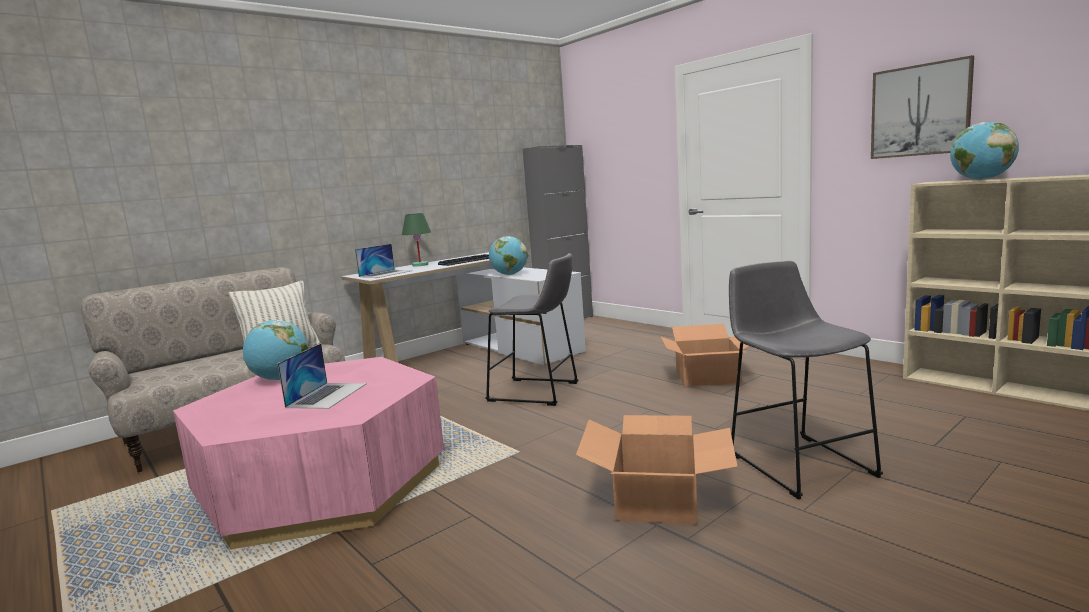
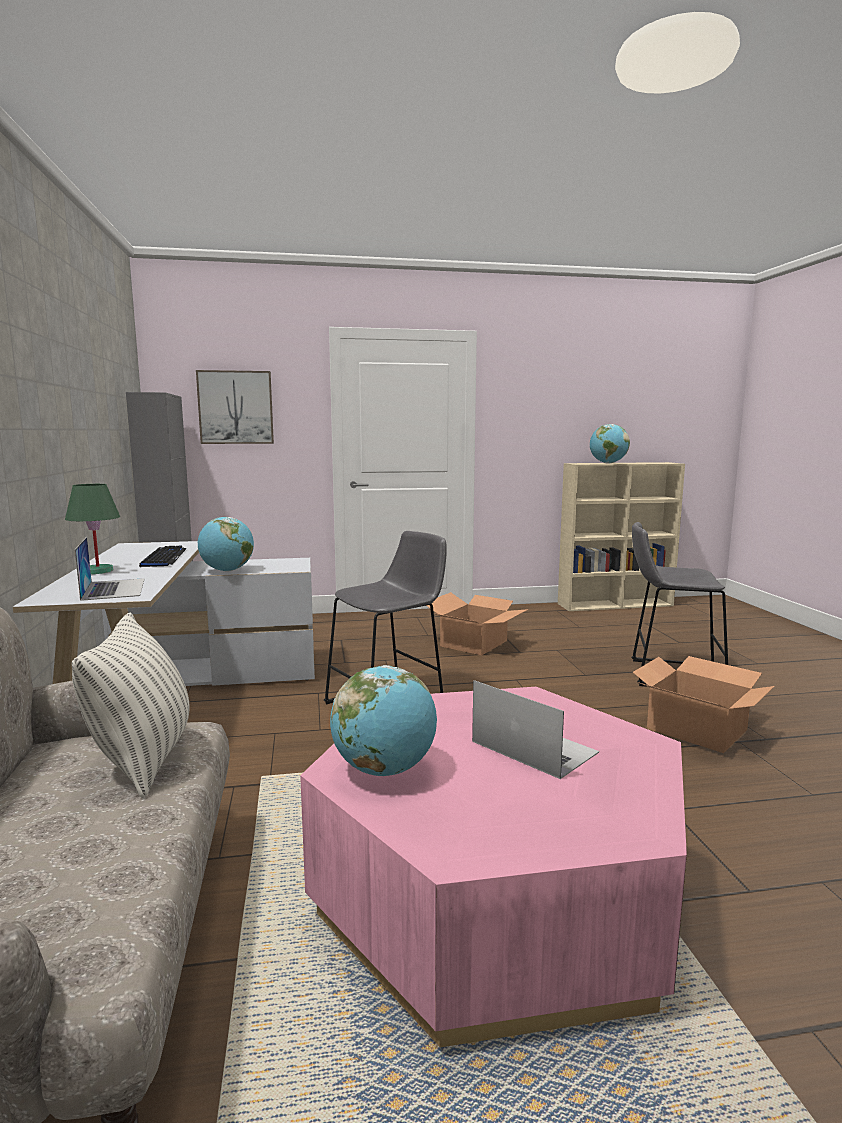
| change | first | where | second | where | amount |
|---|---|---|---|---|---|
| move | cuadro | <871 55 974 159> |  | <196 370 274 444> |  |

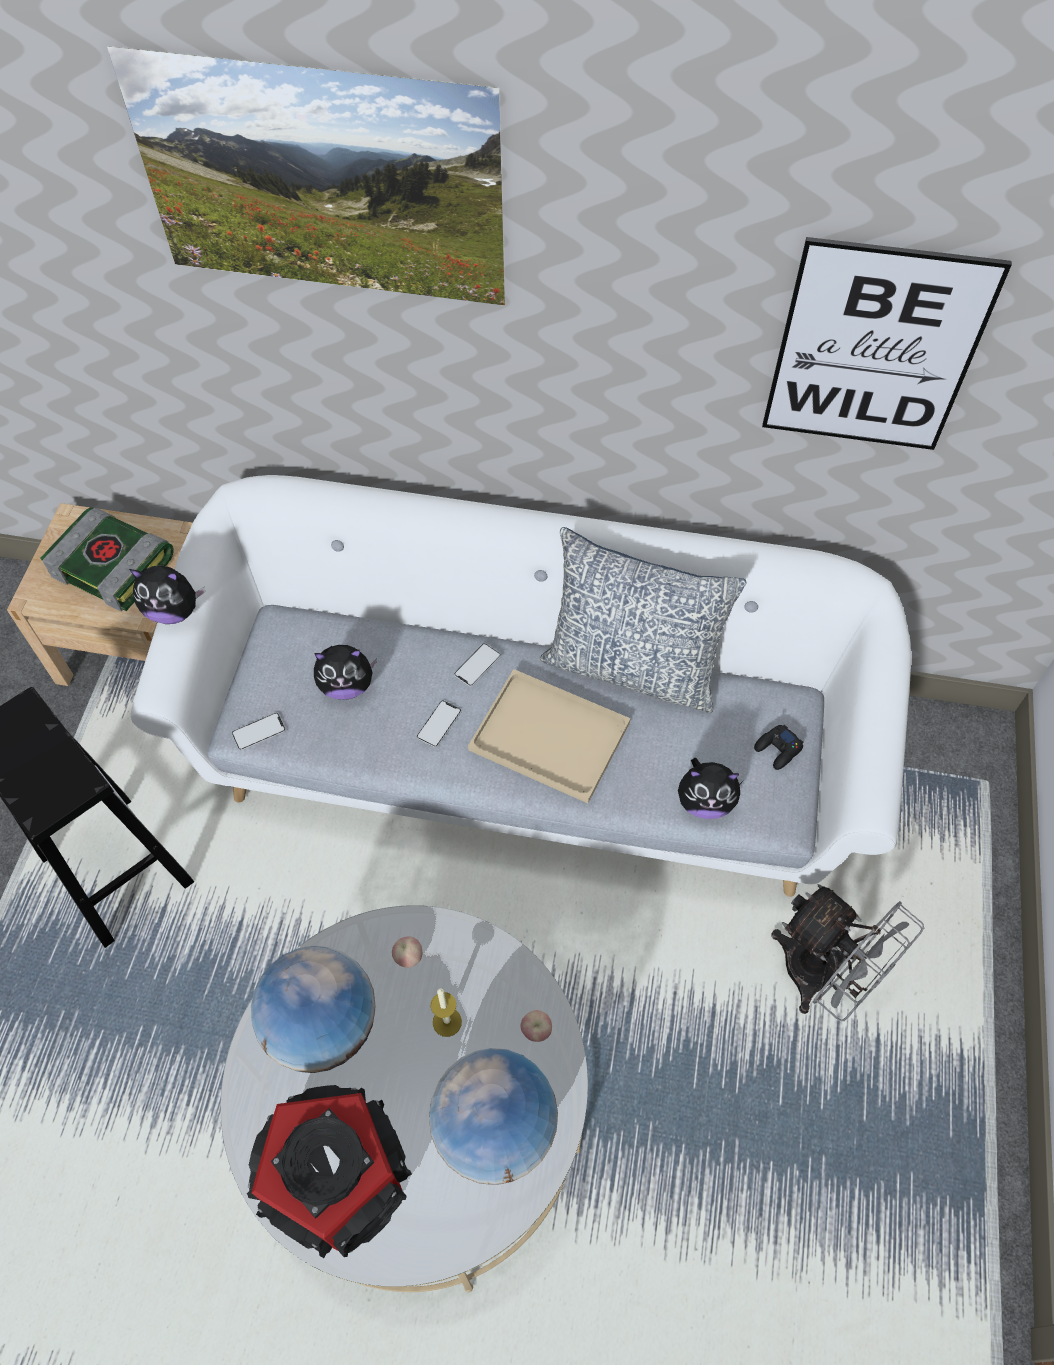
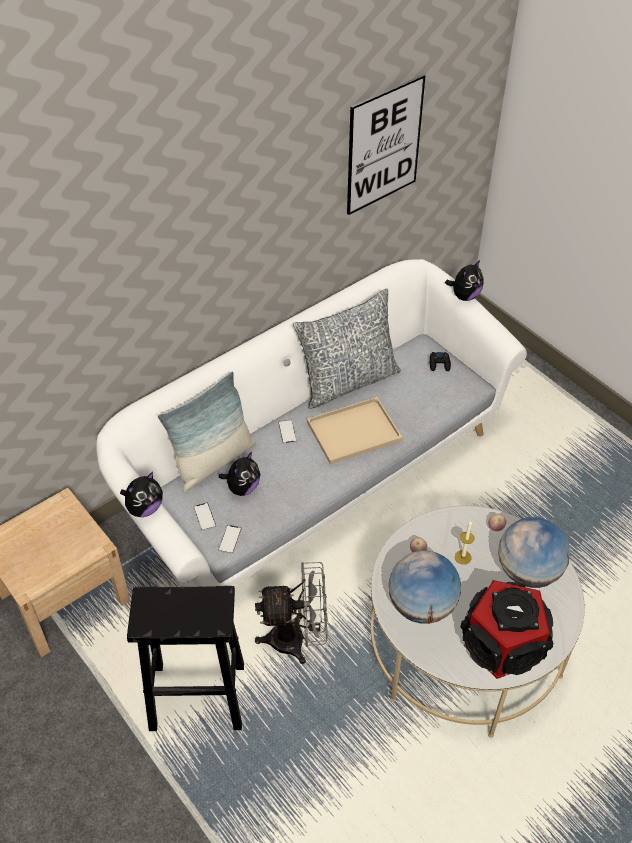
| change | first | where | second | where | amount |
|---|---|---|---|---|---|
| delete | libro | <40 507 174 612> |  |  |  |
| delete | cuadro | <107 46 505 306> |  |  |  |
| insert |  |  | cojín | <157 371 256 492> |  |
| move | móvil | <416 700 462 748> |  | <193 502 217 531> |  |
| move | peluche | <678 758 744 819> |  | <445 260 484 301> |  |
| move | ventilador (gris) | <771 884 924 1021> |  | <255 562 328 664> |  |

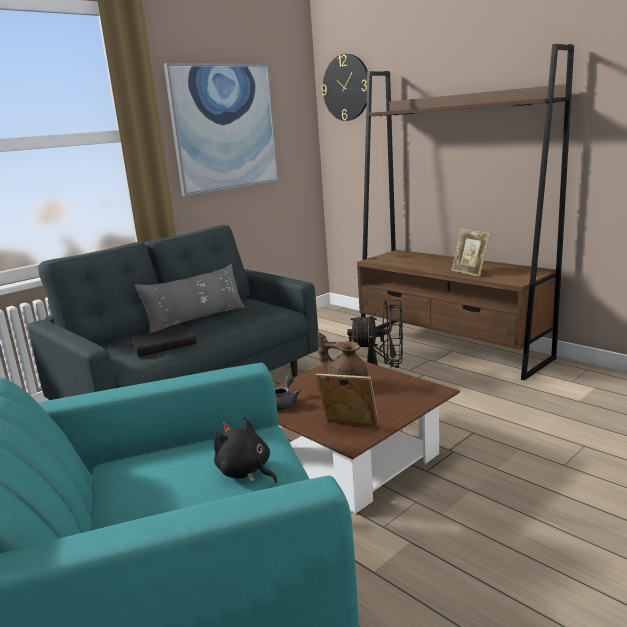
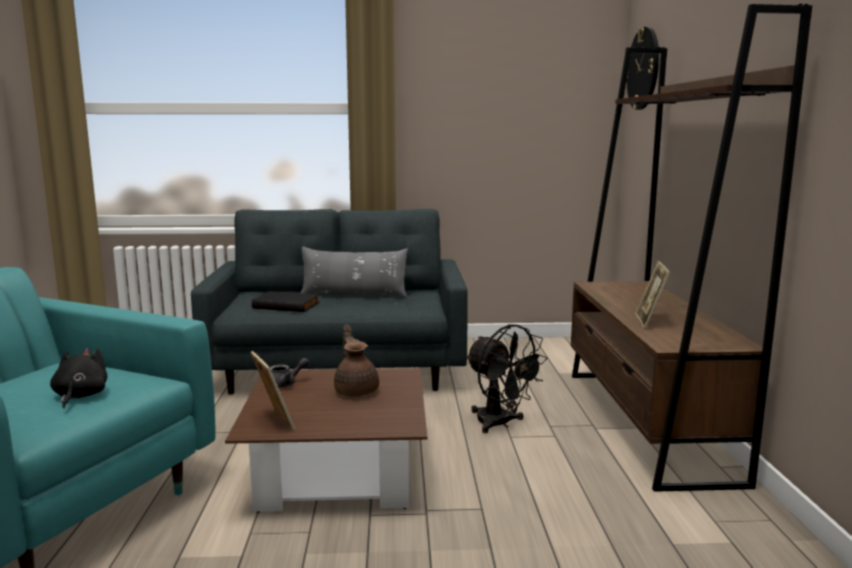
| change | first | where | second | where | amount |
|---|---|---|---|---|---|
| delete | cuadro | <164 63 279 196> |  |  |  |

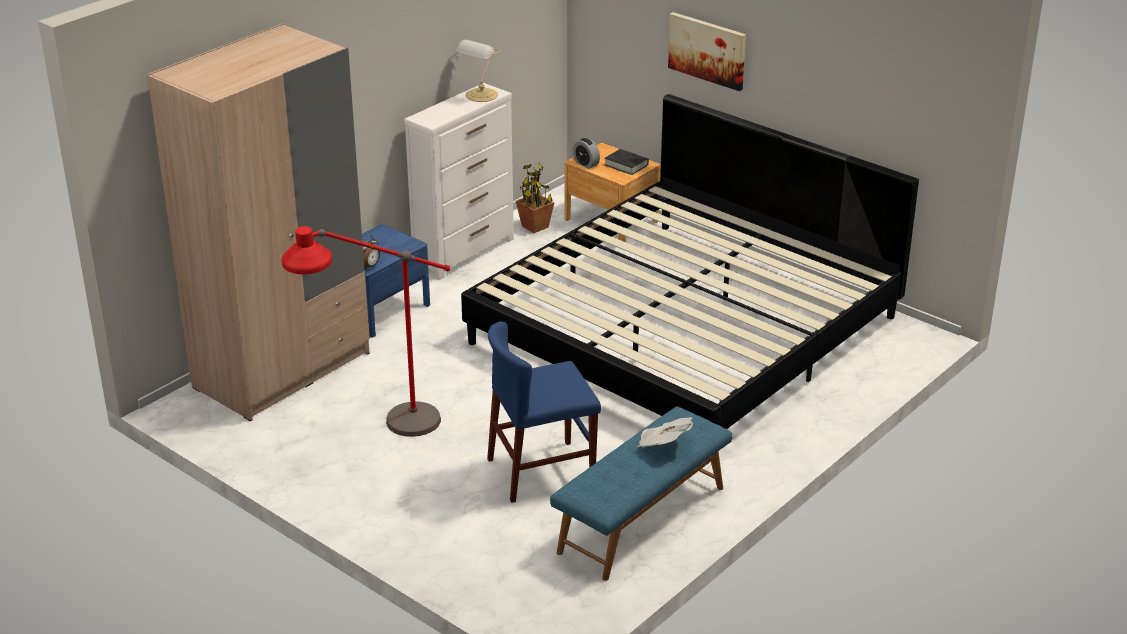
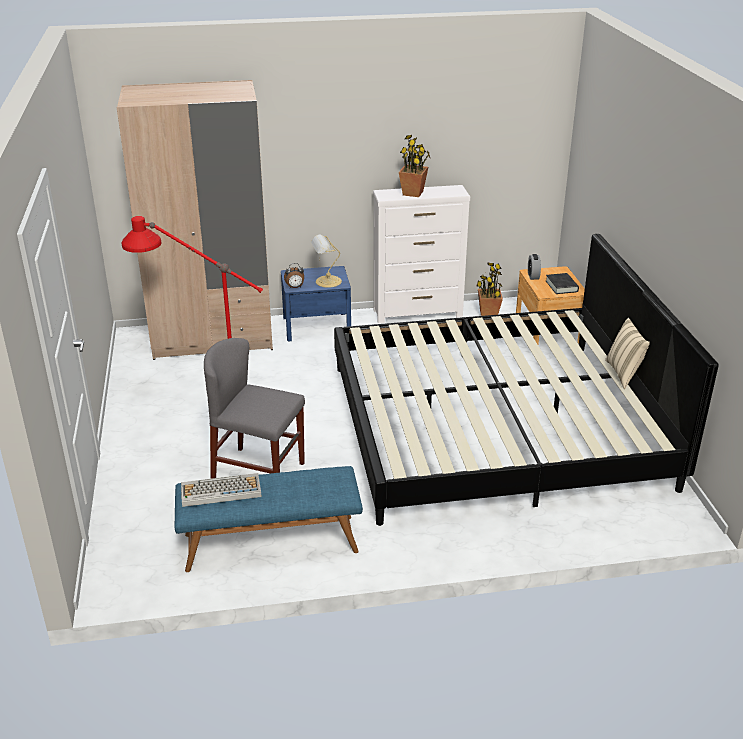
| change | first | where | second | where | amount |
|---|---|---|---|---|---|
| delete | periódico | <637 417 693 447> |  |  |  |
| delete | cuadro | <668 12 746 91> |  |  |  |
| insert |  |  | teclado | <181 473 262 507> |  |
| insert |  |  | planta en maceta | <399 135 430 197> |  |
| insert |  |  | cojín (beis) | <605 318 650 389> |  |
| move | lámpara de mesa | <456 40 501 102> |  | <311 235 342 288> |  |
| recolor | silla (azul) | <487 321 601 503> | silla (gris) | <204 338 305 479> |  |

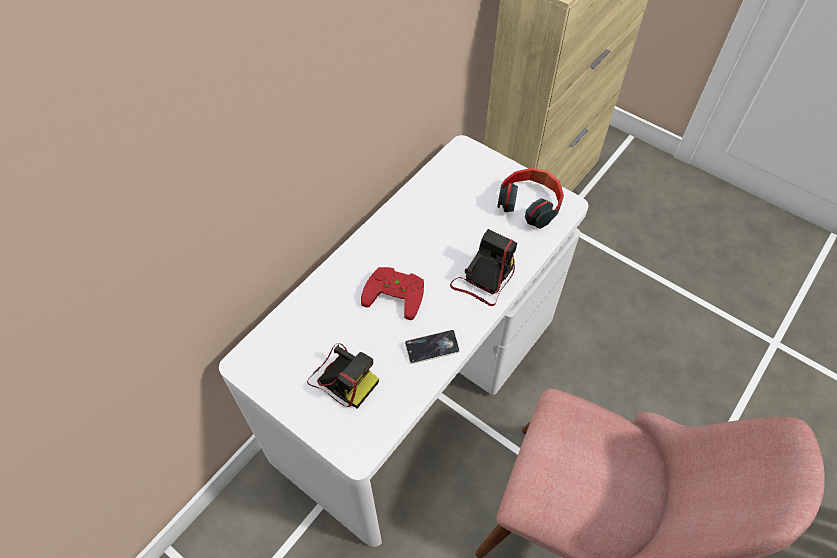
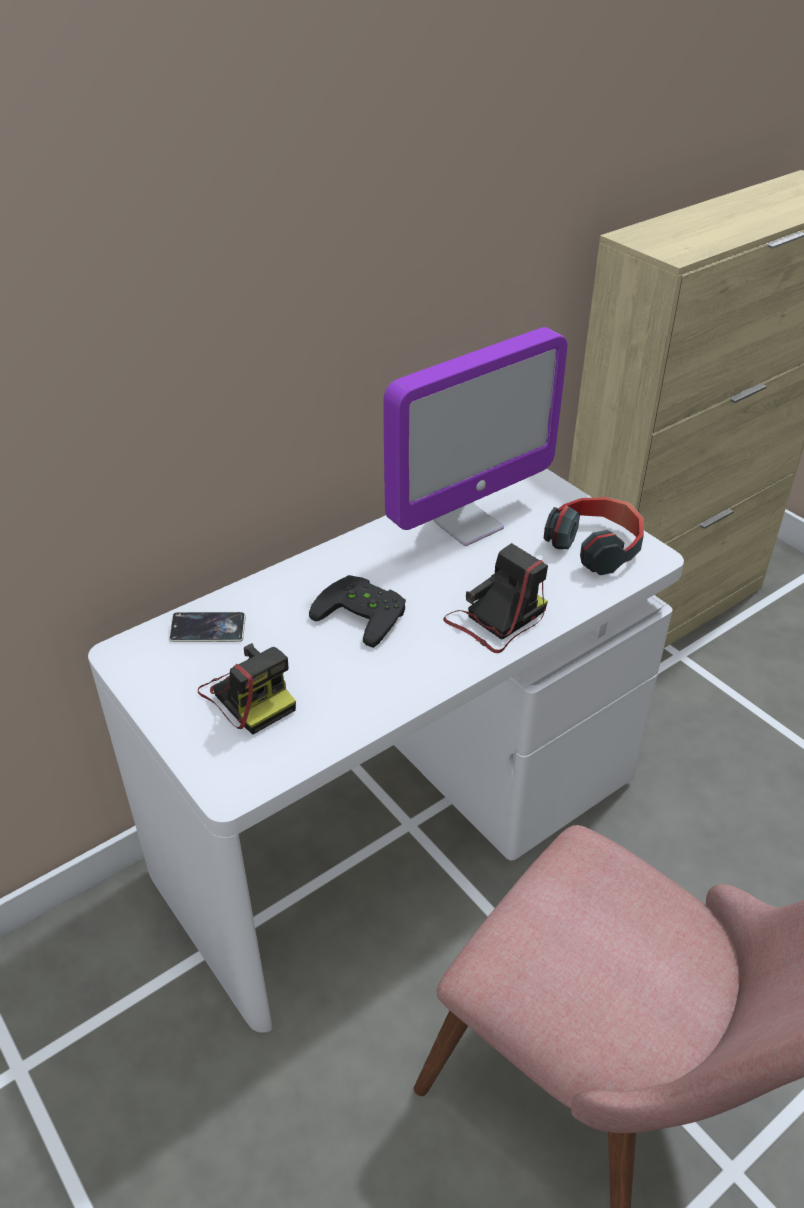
| change | first | where | second | where | amount |
|---|---|---|---|---|---|
| insert |  |  | monitor | <383 327 567 546> |  |
| move | móvil | <405 330 460 364> |  | <169 612 246 642> |  |
| recolor | mando de consola (rojo) | <361 267 424 320> | mando de consola (negro) | <309 575 406 648> |  |

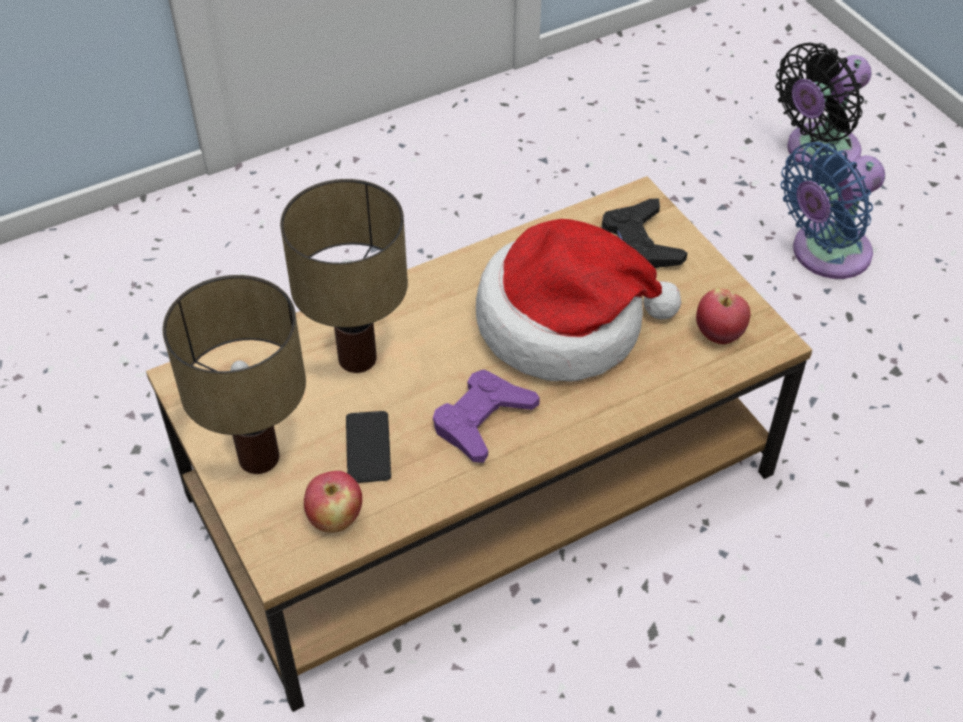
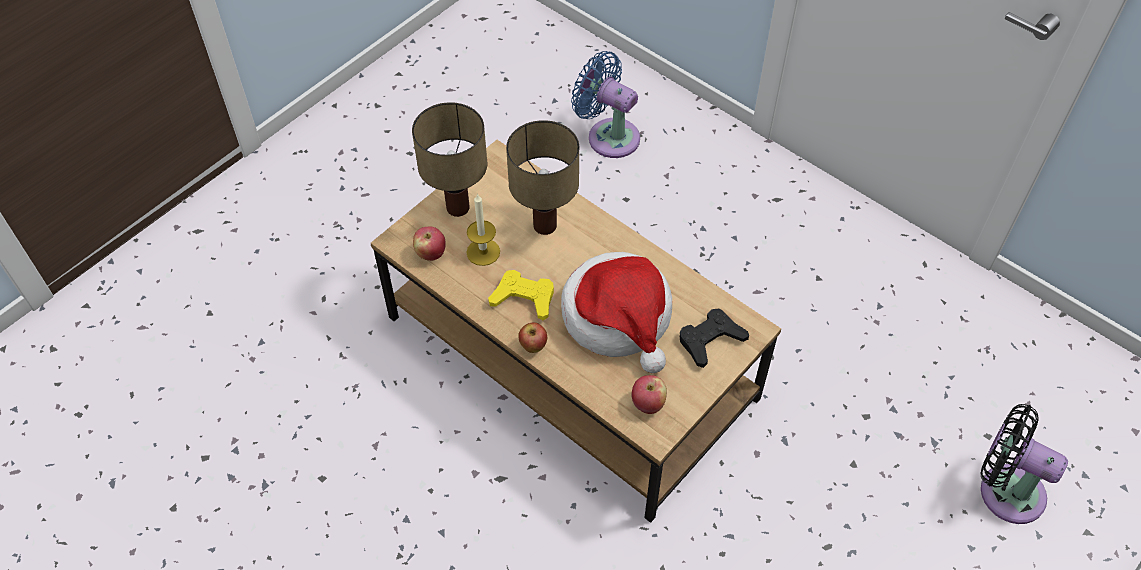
| change | first | where | second | where | amount |
|---|---|---|---|---|---|
| insert |  |  | manzana | <518 322 547 353> |  |
| move | ventilador (azul) | <780 142 885 279> |  | <571 51 640 158> |  |
| replace | móvil | <346 411 391 483> | vela | <466 193 500 266> |  |
| recolor | mando de consola (morado) | <433 370 540 463> | mando de consola (amarillo) | <488 270 554 321> |  |

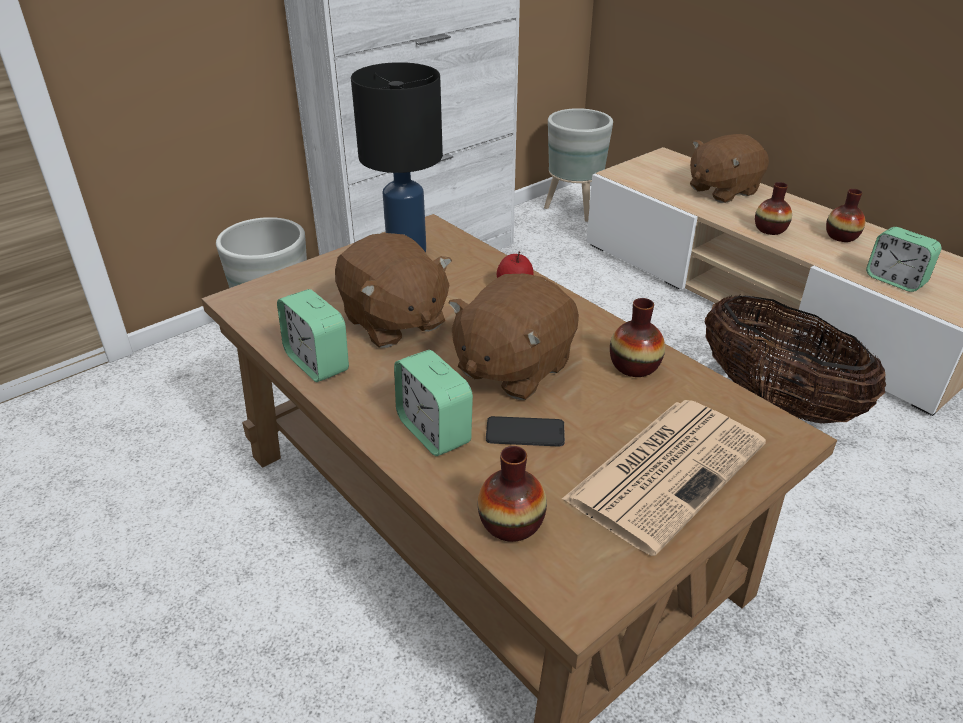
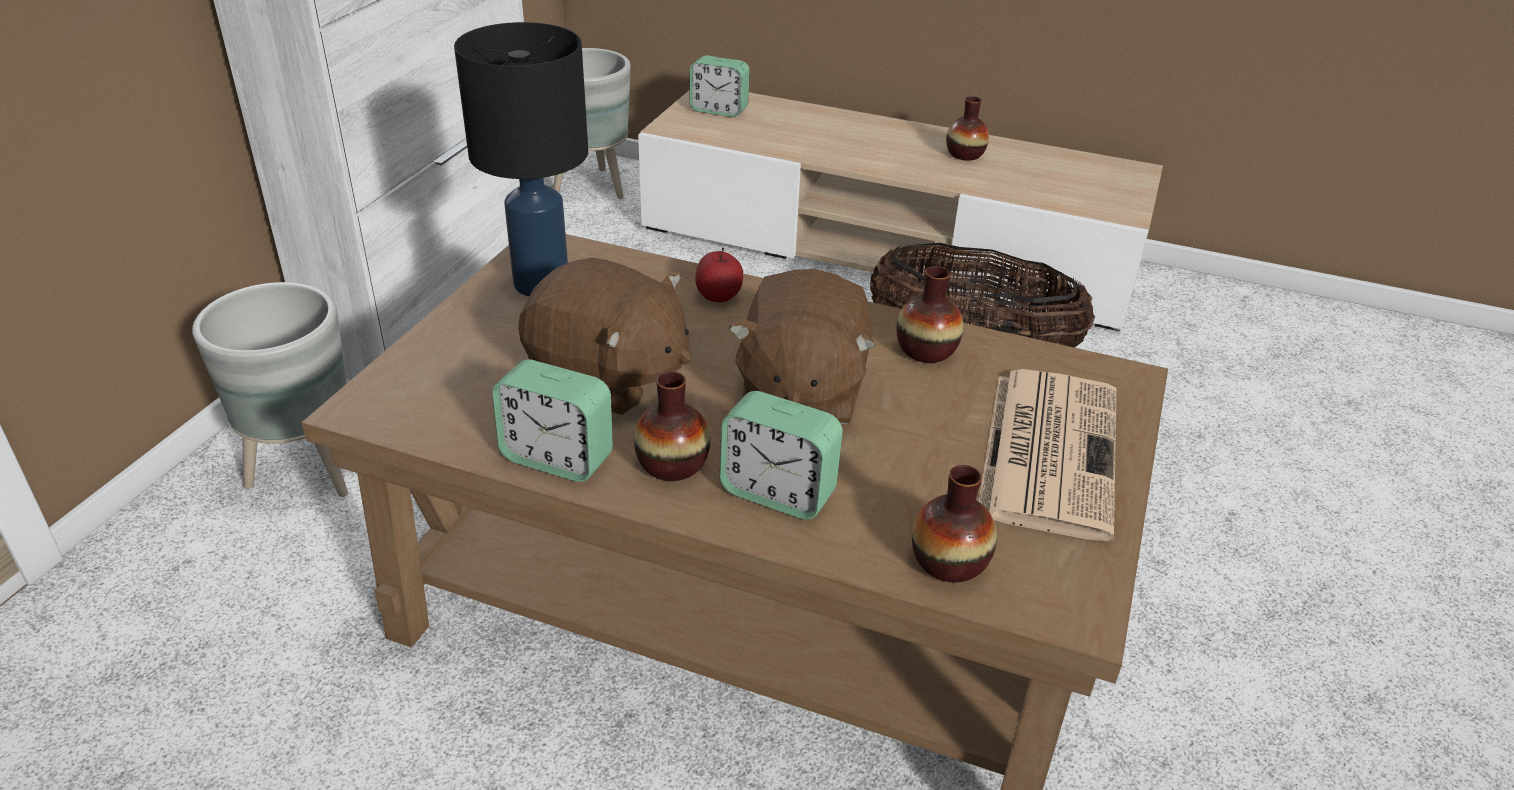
| change | first | where | second | where | amount |
|---|---|---|---|---|---|
| delete | móvil | <486 416 565 447> |  |  |  |
| delete | peluche (marrón) | <690 134 769 203> |  |  |  |
| move | florero | <755 182 792 235> |  | <634 372 710 481> |  |
| move | despertador | <866 227 942 292> |  | <689 55 750 117> |  |

